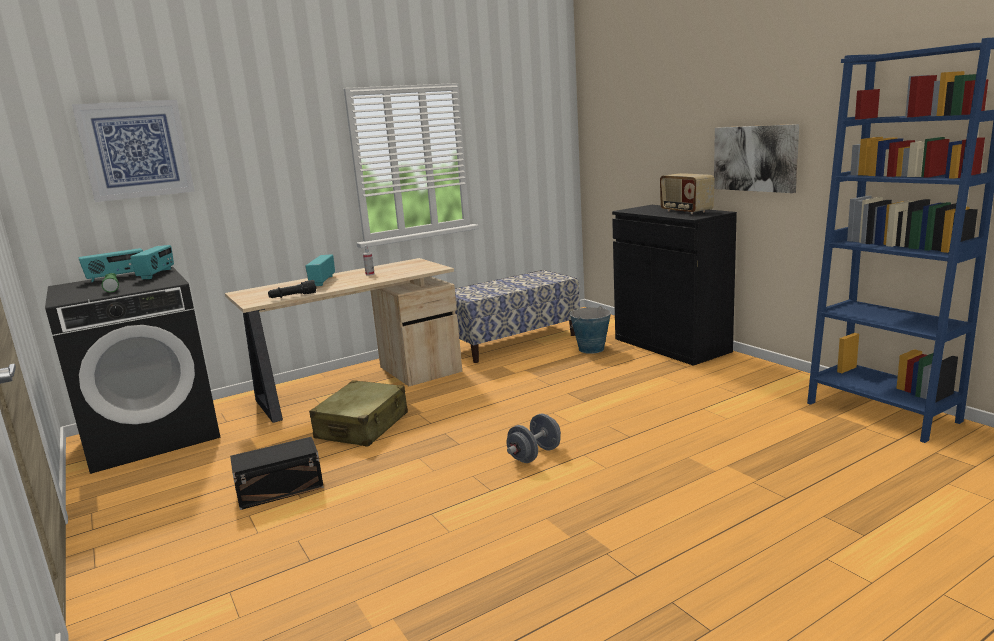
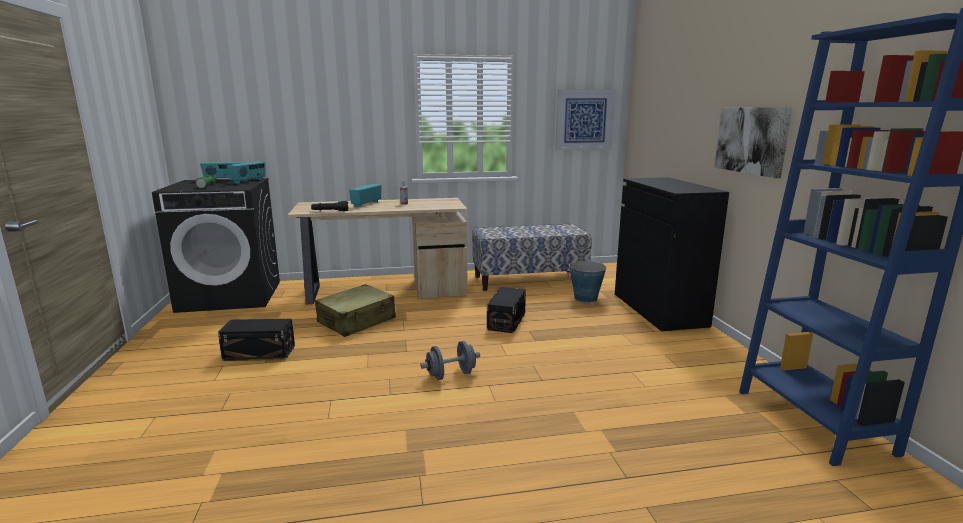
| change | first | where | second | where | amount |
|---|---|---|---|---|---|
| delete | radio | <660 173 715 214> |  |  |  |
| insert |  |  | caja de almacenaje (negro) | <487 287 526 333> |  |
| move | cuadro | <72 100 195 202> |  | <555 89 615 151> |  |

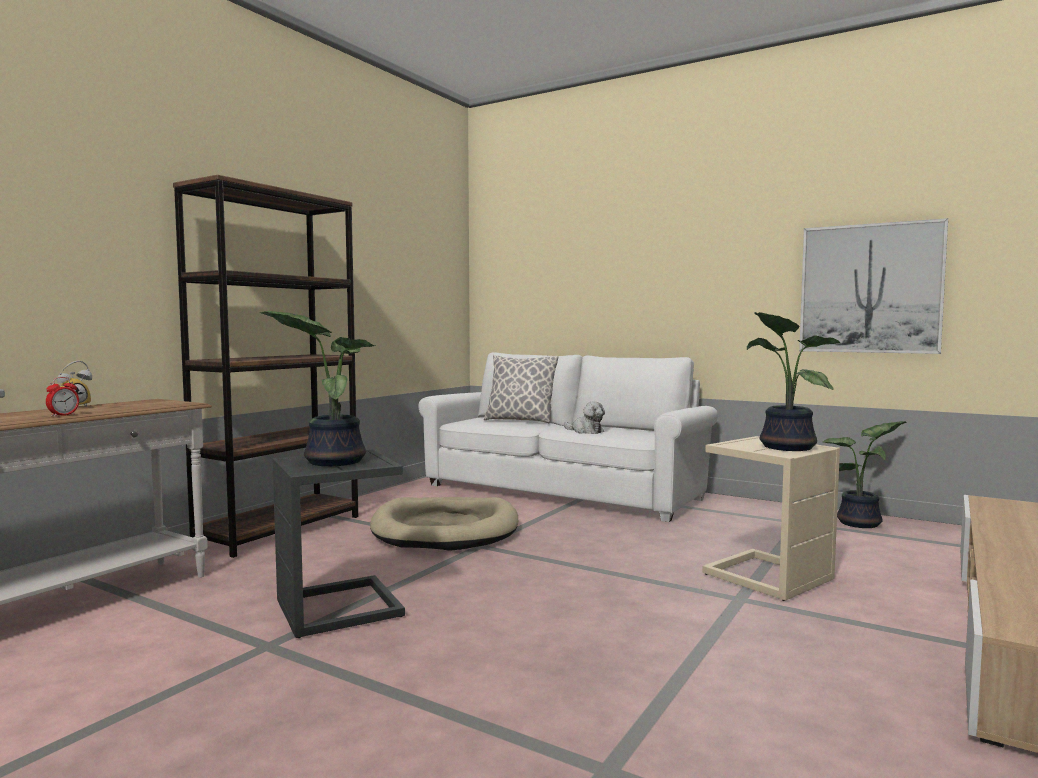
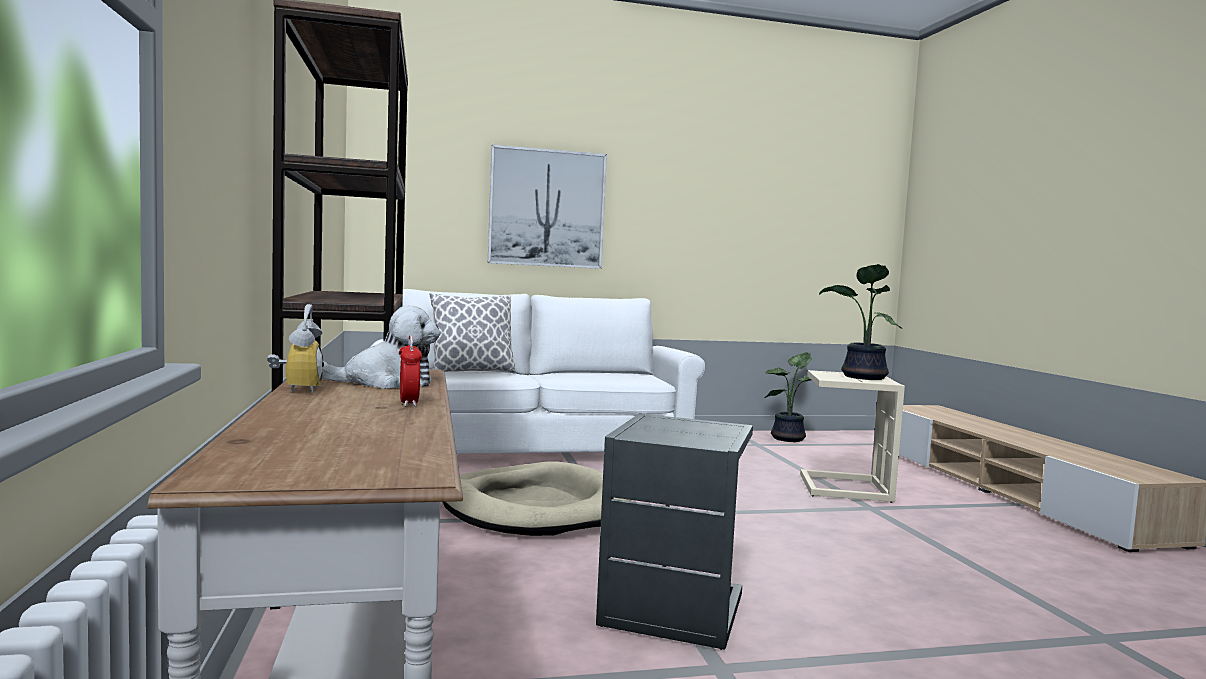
| change | first | where | second | where | amount |
|---|---|---|---|---|---|
| delete | planta en maceta | <260 311 375 466> |  |  |  |
| move | peluche | <564 401 605 434> |  | <322 305 440 389> |  |
| move | cuadro | <799 218 948 354> |  | <488 145 607 269> |  |

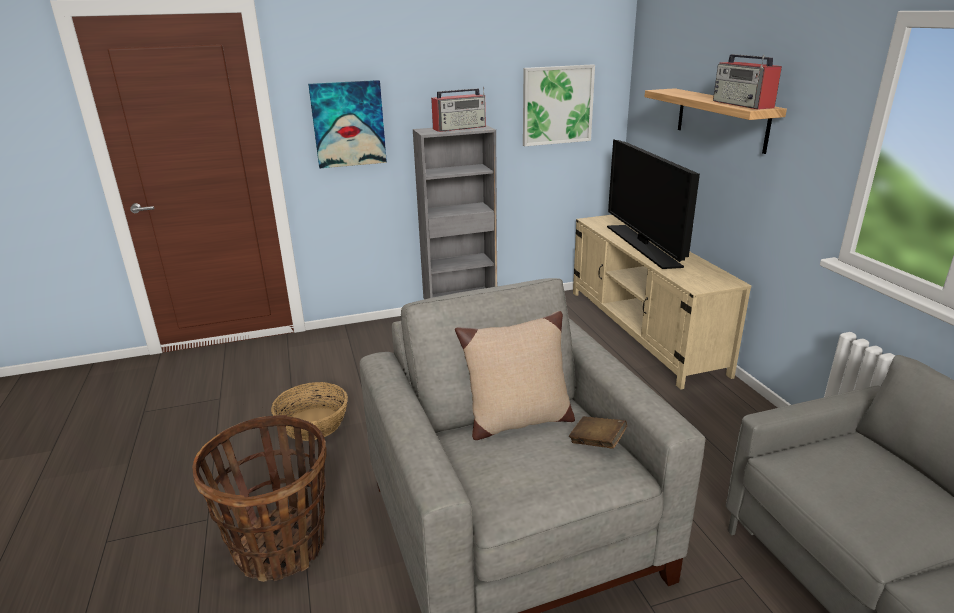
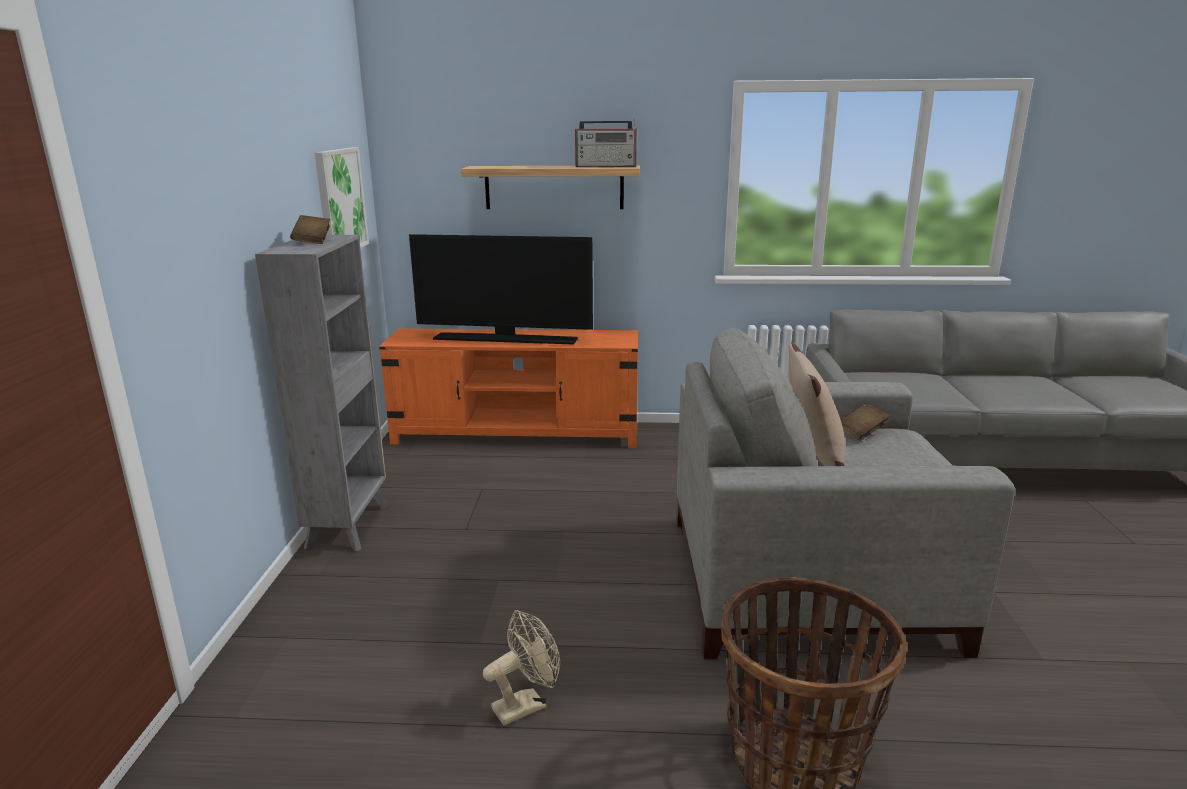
| change | first | where | second | where | amount |
|---|---|---|---|---|---|
| delete | cuadro | <308 80 387 168> |  |  |  |
| replace | cesta | <271 382 348 441> | ventilador (beis) | <483 610 561 725> |  |
| replace | radio | <431 87 486 132> | libro (marrón) | <290 215 331 244> |  |
| recolor | mueble de televisión (beis) | <573 215 751 390> | mueble de televisión (naranja) | <379 328 638 448> |  |

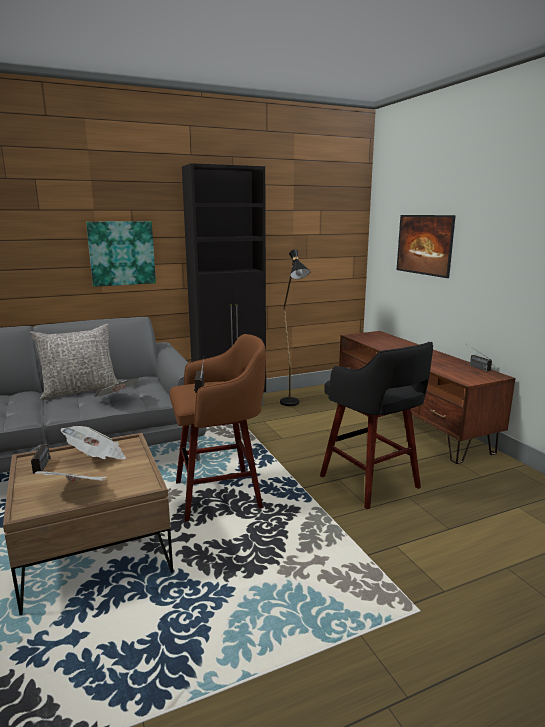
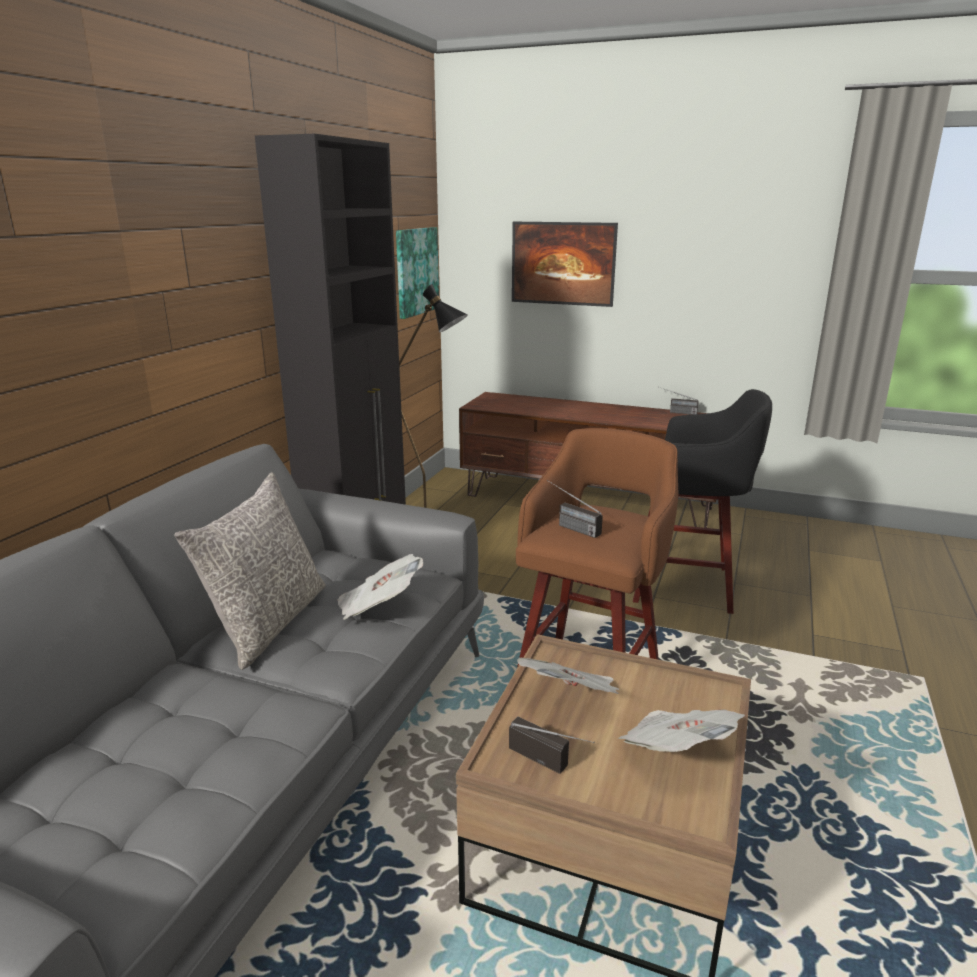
| change | first | where | second | where | amount |
|---|---|---|---|---|---|
| move | cuadro | <86 221 156 287> |  | <396 227 439 319> |  |

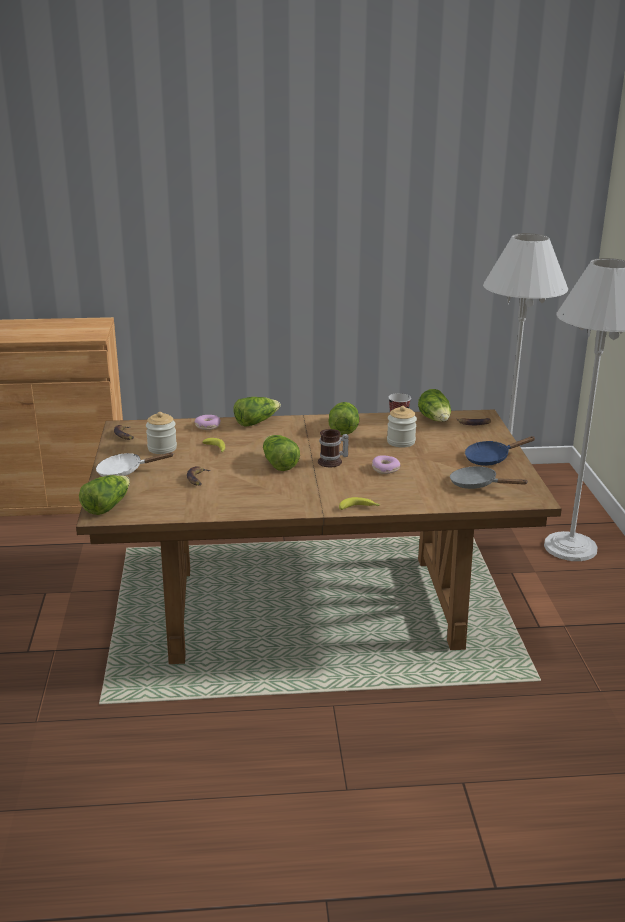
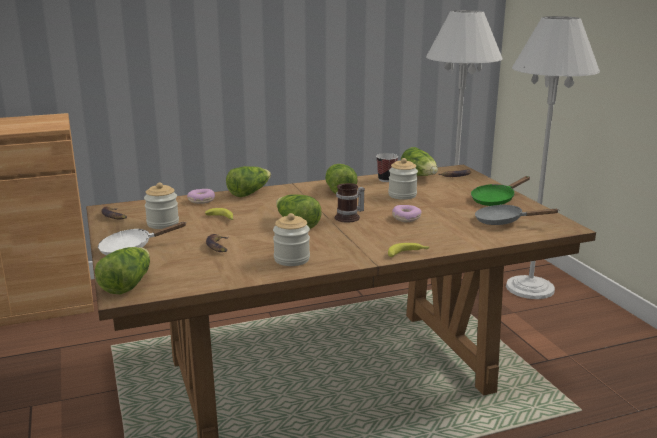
| change | first | where | second | where | amount |
|---|---|---|---|---|---|
| insert |  |  | tarro | <273 213 310 266> |  |
| recolor | sartén (azul) | <465 436 535 466> | sartén (verde) | <471 176 530 206> |  |

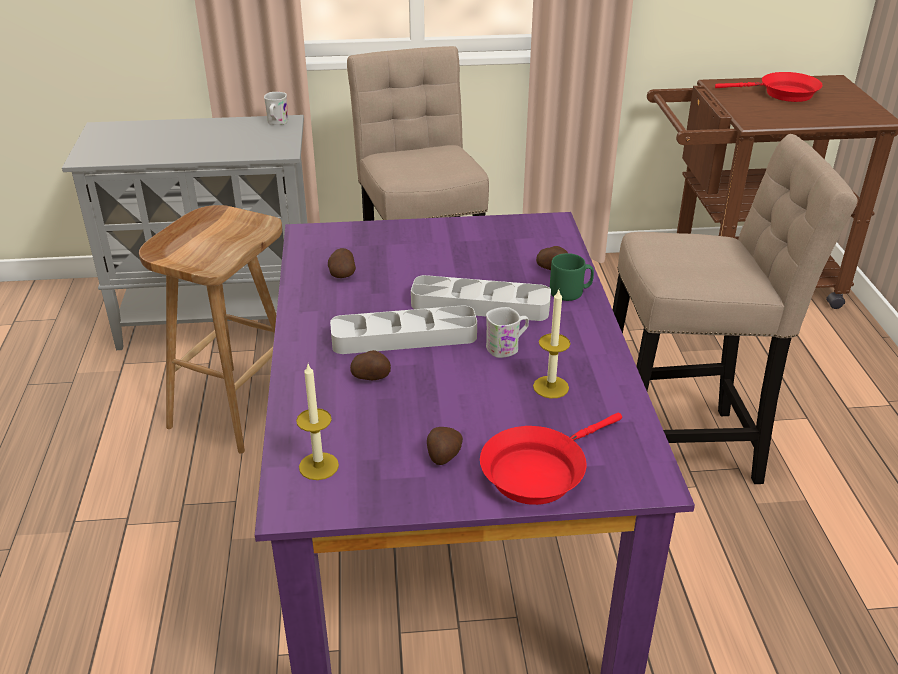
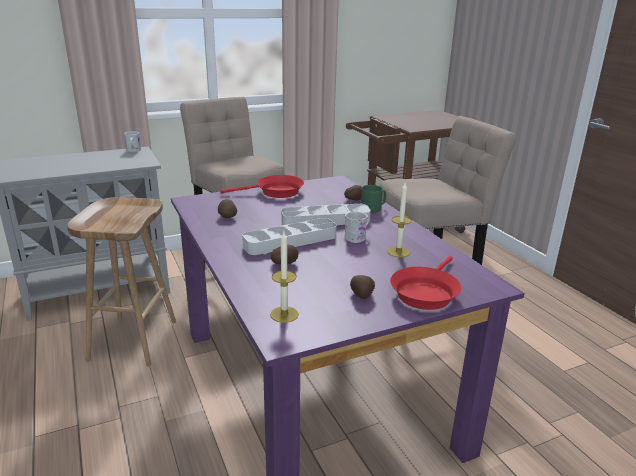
| change | first | where | second | where | amount |
|---|---|---|---|---|---|
| move | sartén (rojo) | <715 72 823 102> |  | <221 175 304 198> |  |

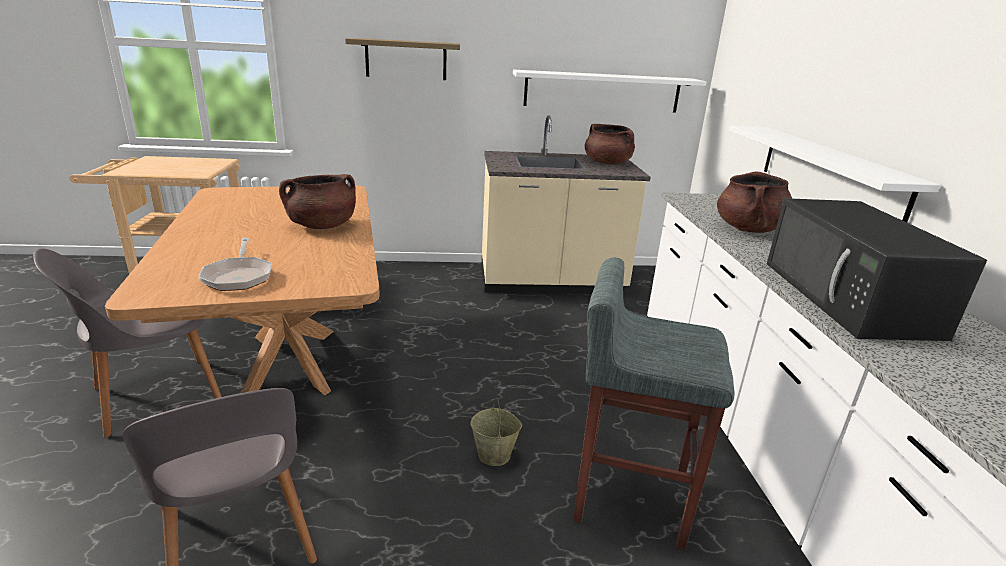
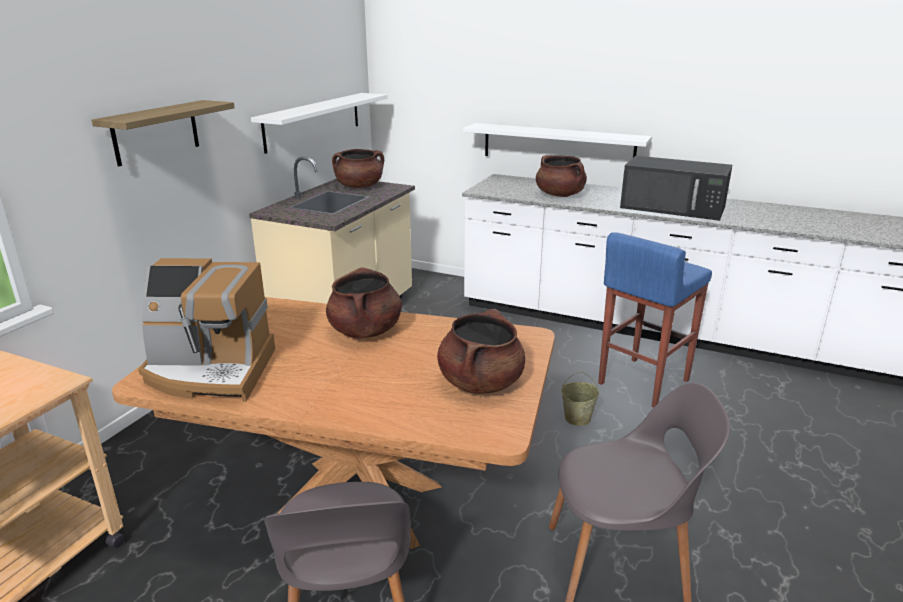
| change | first | where | second | where | amount |
|---|---|---|---|---|---|
| insert |  |  | cafetera | <138 258 275 402> |  |
| replace | sartén | <198 238 272 291> | olla (marrón) | <437 309 525 394> |  |
| recolor | taburete (gris) | <573 258 734 550> | taburete (azul) | <598 232 712 407> |  |

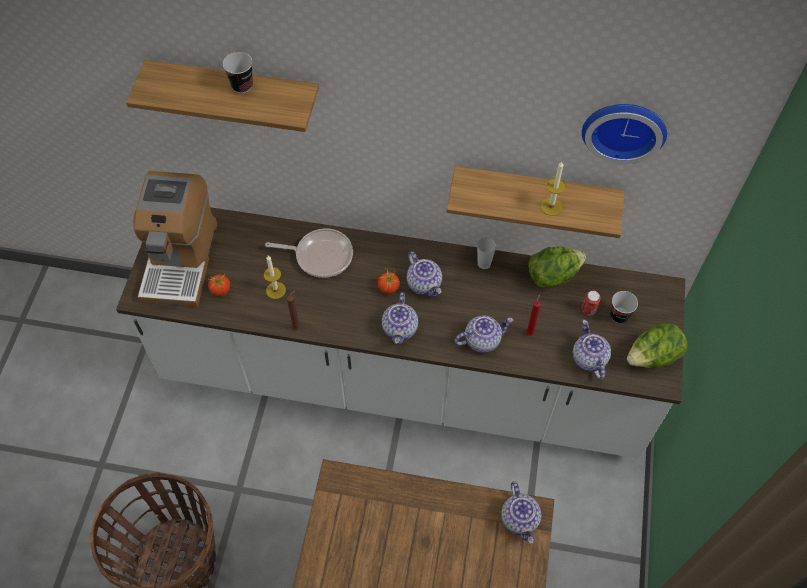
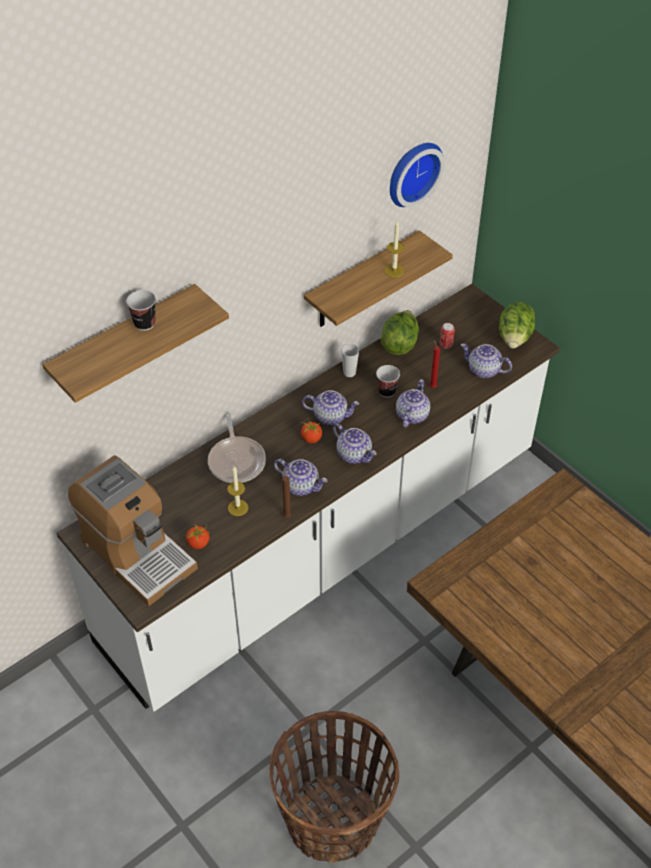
| change | first | where | second | where | amount |
|---|---|---|---|---|---|
| move | tetera | <501 481 541 544> |  | <274 459 327 496> |  |
| move | taza | <610 291 638 324> |  | <376 365 400 398> |  |
| rotate | sartén | <265 228 353 278> |  | <208 413 266 483> | 120 degrees clockwise |

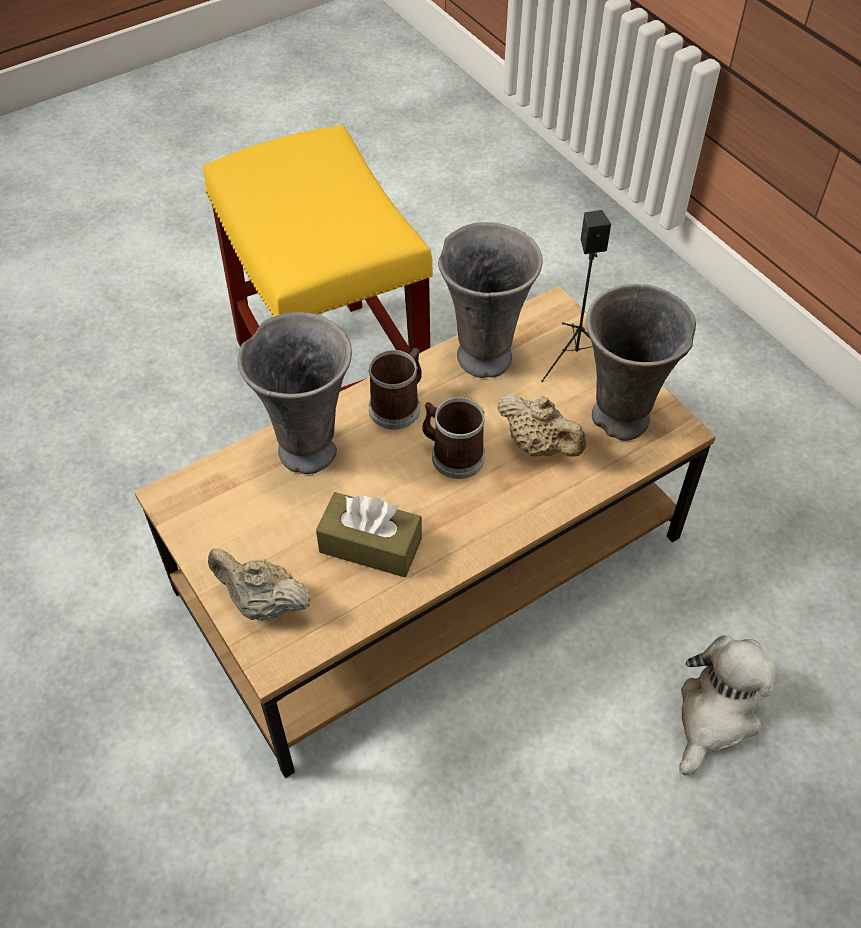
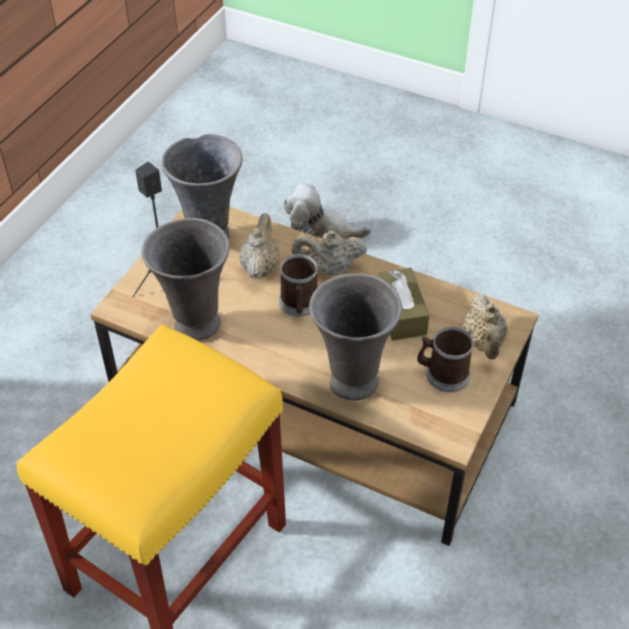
| change | first | where | second | where | amount |
|---|---|---|---|---|---|
| insert |  |  | tetera (beis) | <292 230 368 275> |  |
| move | taza grande | <368 348 422 430> |  | <417 326 474 393> |  |

